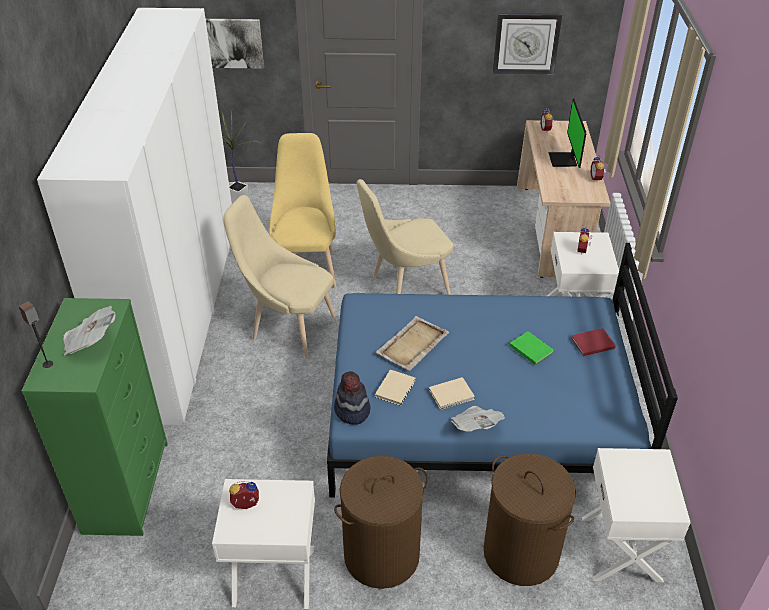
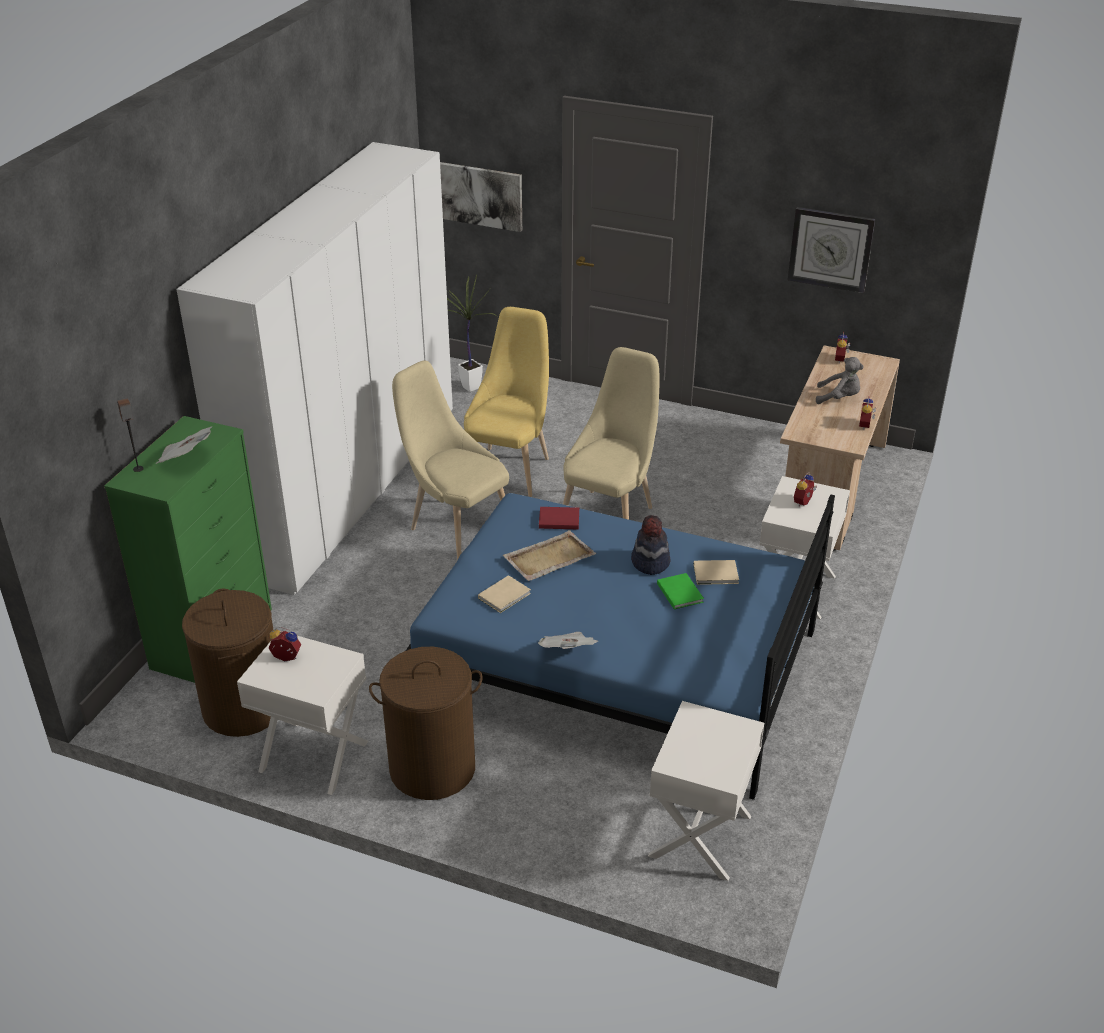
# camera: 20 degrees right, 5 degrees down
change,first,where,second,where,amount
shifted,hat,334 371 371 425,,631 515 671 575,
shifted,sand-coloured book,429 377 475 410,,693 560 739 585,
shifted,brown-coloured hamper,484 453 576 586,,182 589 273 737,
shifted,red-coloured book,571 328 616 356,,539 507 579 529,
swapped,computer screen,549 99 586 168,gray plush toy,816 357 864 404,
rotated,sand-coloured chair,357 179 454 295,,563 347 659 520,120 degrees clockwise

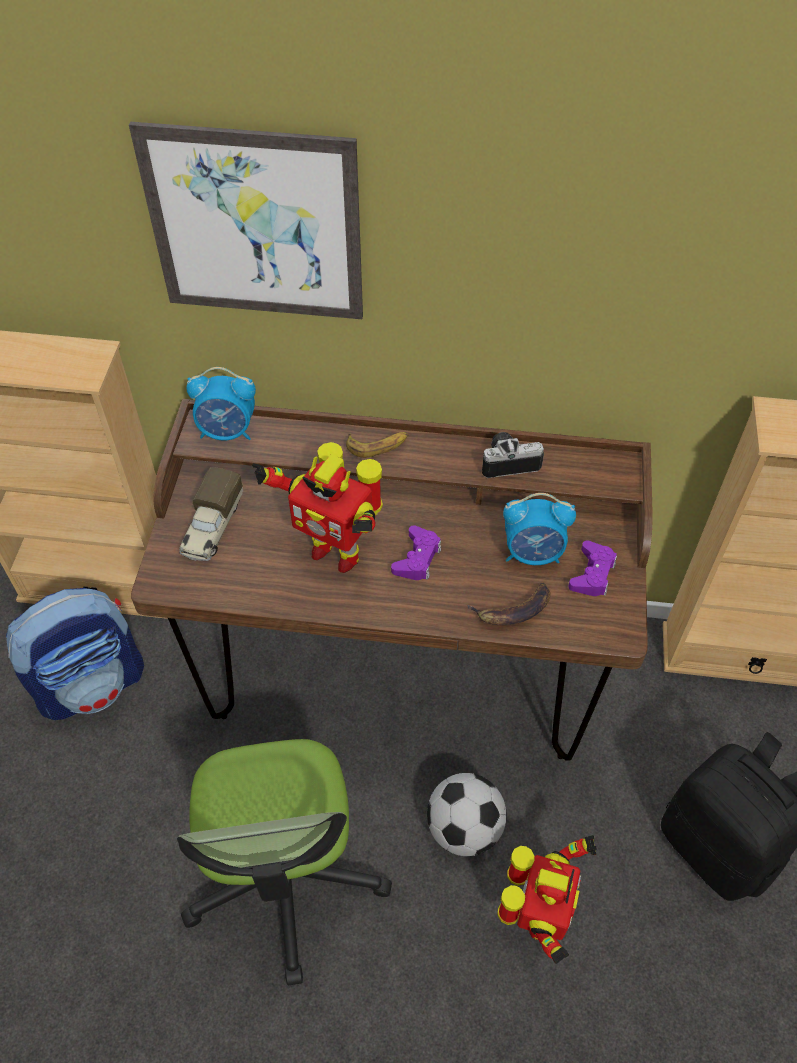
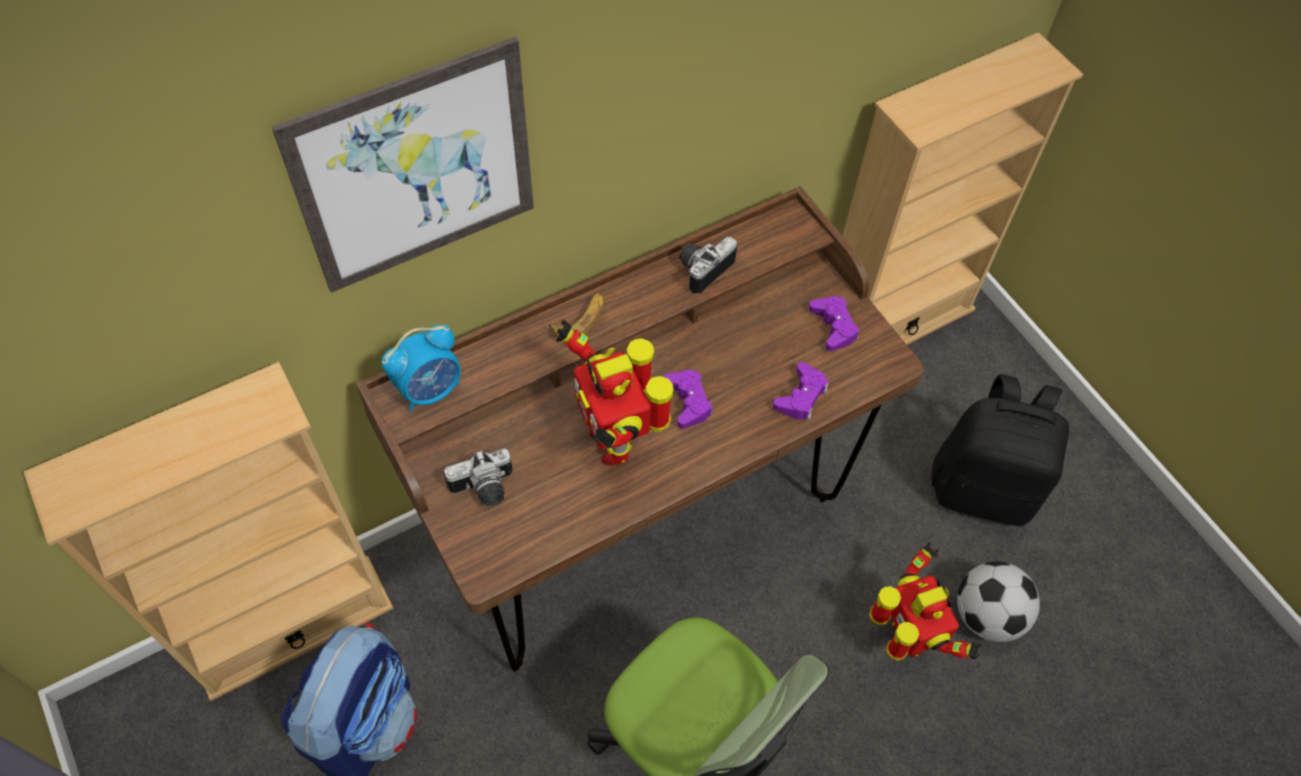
# camera: 40 degrees left, 5 degrees up
change,first,where,second,where,amount
gone,bedside clock,503 493 576 565,,,
shifted,football ball,427 773 507 856,,957 561 1040 642,
swapped,model truck,179 467 243 561,photo camera,444 449 513 506,
swapped,whole banana,467 583 551 625,purplish joypad,773 362 829 421,
rotated,robot figure,252 442 383 573,,556 319 674 466,75 degrees clockwise

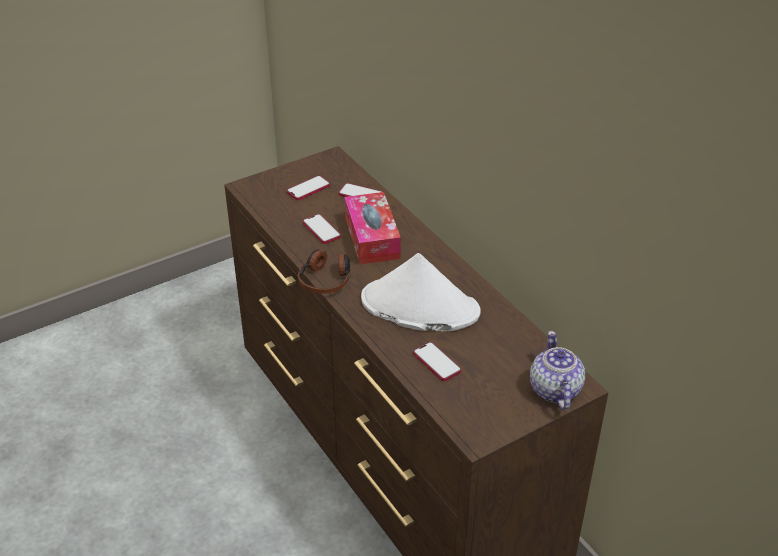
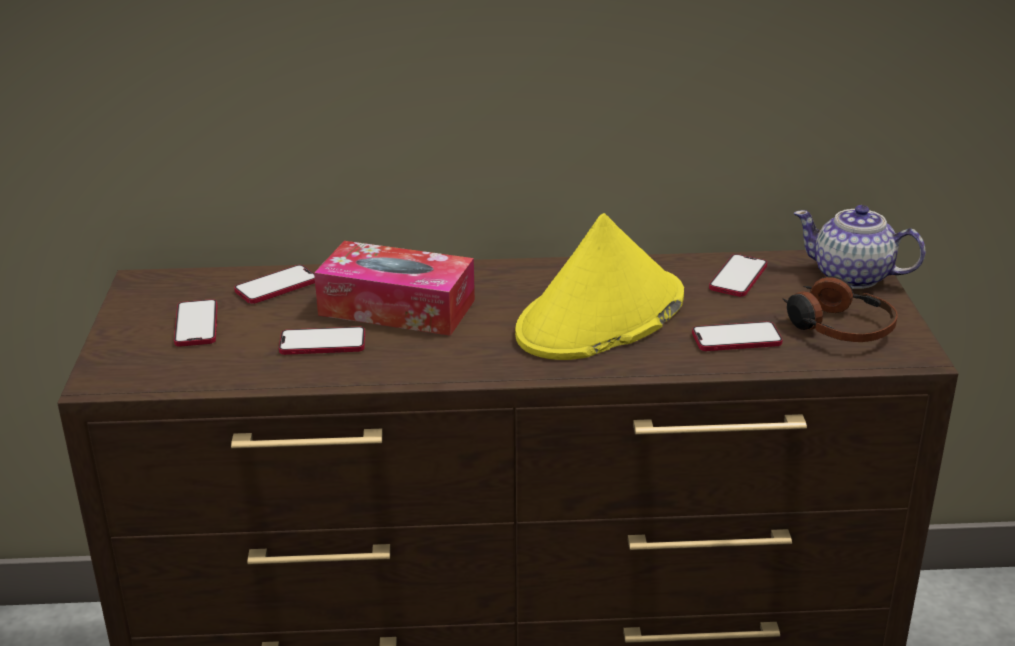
# camera: 60 degrees left, 10 degrees down
change,first,where,second,where,amount
new,,,handset,709 254 767 297,
shifted,pair of headphones,298 250 350 293,,782 276 898 342,
repainted,white hat,361 253 481 331,yellowish hat,515 213 684 360,

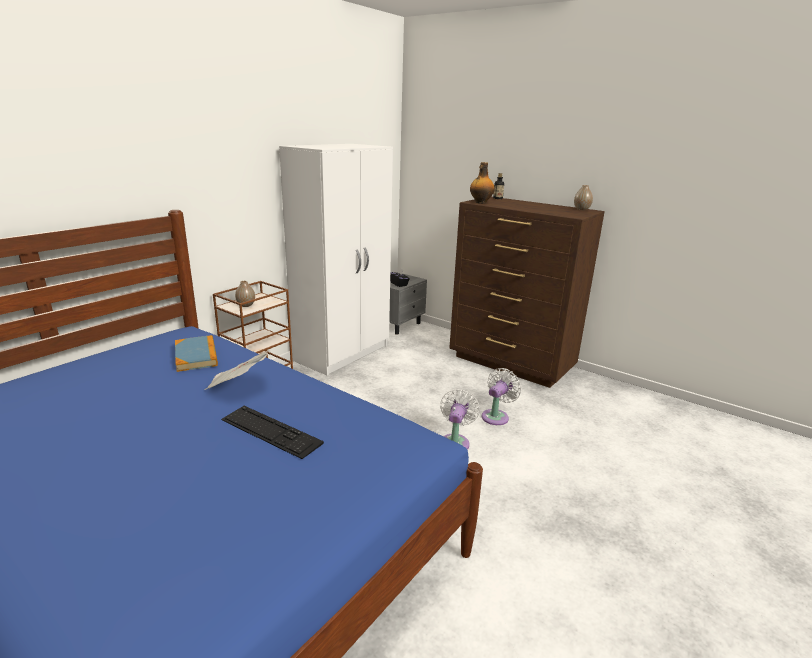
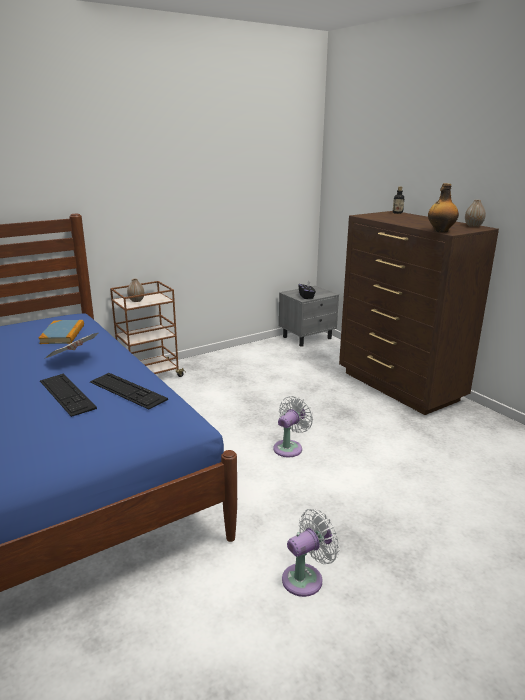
# camera: 20 degrees right, 0 degrees up
change,first,where,second,where,amount
gone,white wardrobe,279 144 393 375,,,
new,,,PC keyboard,90 373 168 410,
shifted,bottle,470 162 495 204,,428 183 459 232,
shifted,white fan,482 368 521 425,,282 508 340 597,

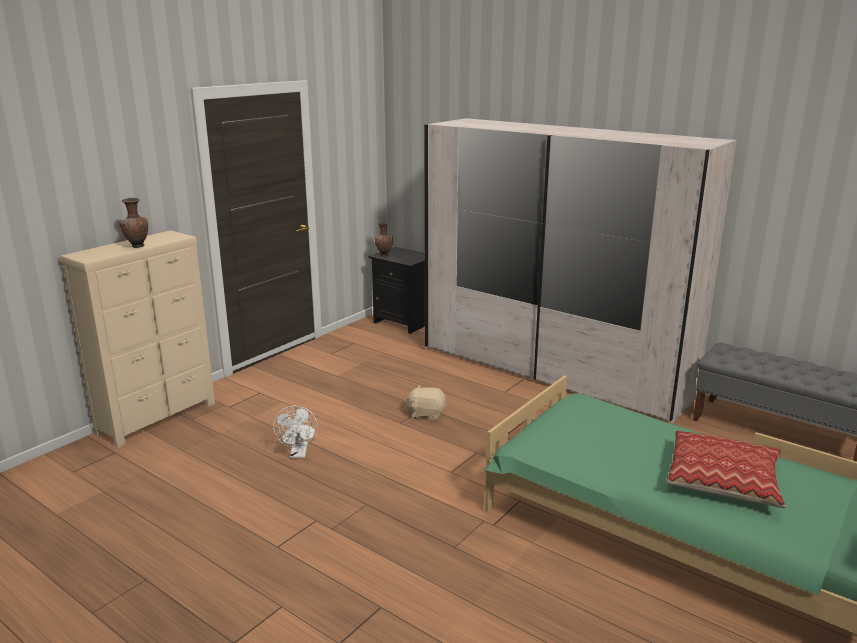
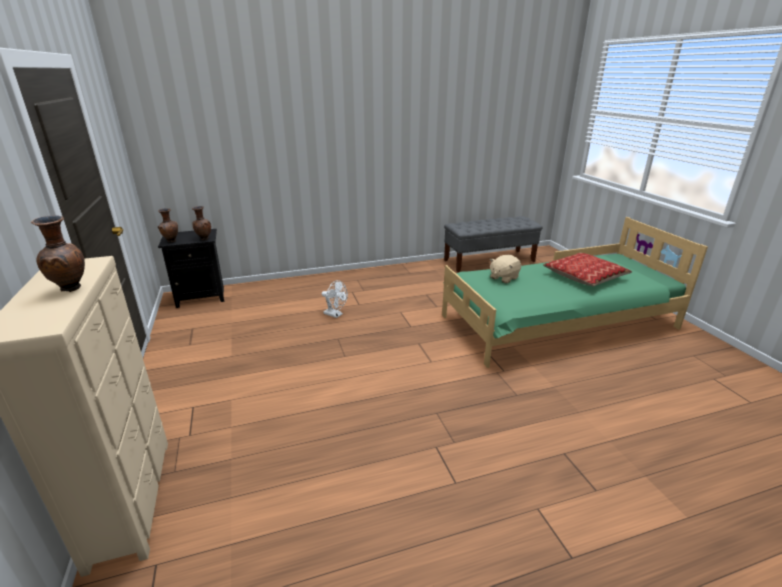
# camera: 55 degrees left, 5 degrees up
change,first,where,second,where,amount
gone,white wardrobe,424 118 737 424,,,
new,,,brown-coloured flower vase,192 206 211 240,
shifted,white fan,273 406 318 458,,322 280 348 318,
shifted,sand-coloured plush toy,405 385 447 421,,490 255 521 283,

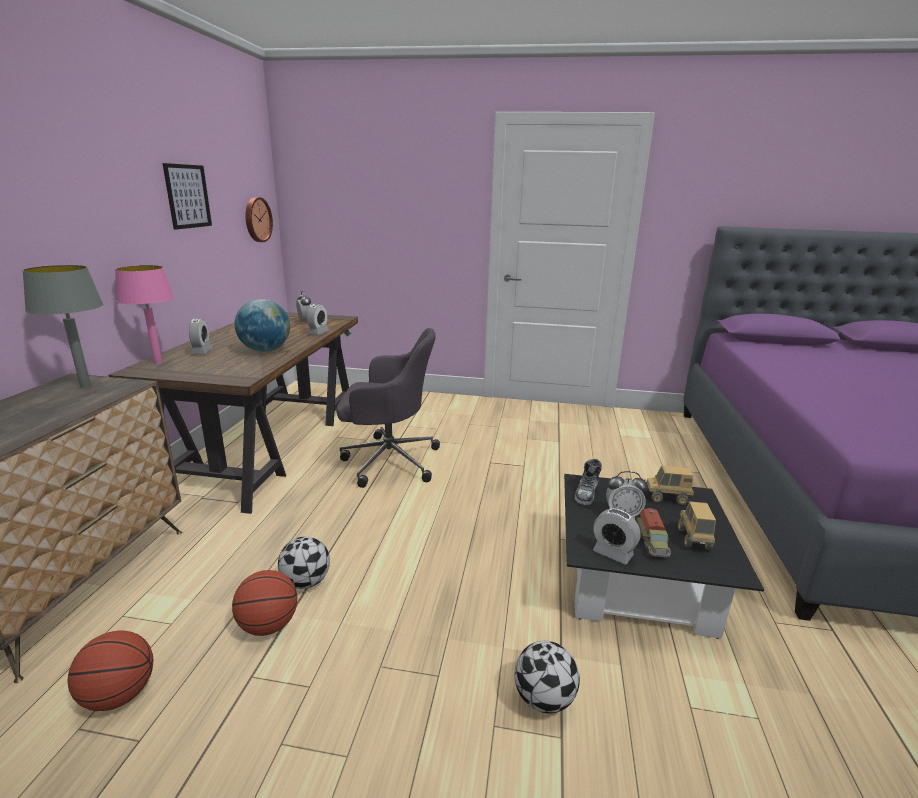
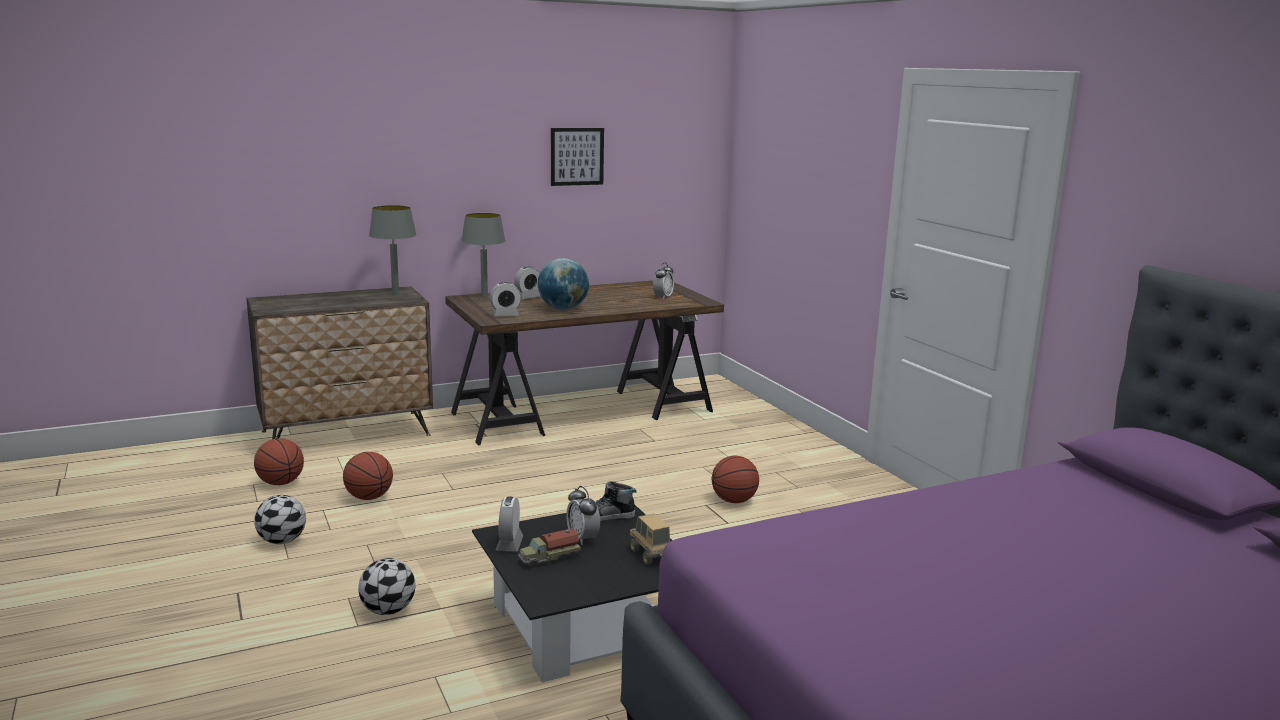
# camera: 55 degrees right, 5 degrees down
change,first,where,second,where,amount
gone,clock on the wall,245 197 273 242,,,
gone,gray office chair,336 328 440 488,,,
gone,model truck,678 501 716 550,,,
new,,,basketball ball,712 456 759 503,
shifted,football ball,278 536 330 589,,254 495 306 544,
shifted,bedside clock,307 303 329 335,,490 282 521 317,
repainted,pinkish table lamp,115 265 175 365,gray table lamp,461 213 505 298,

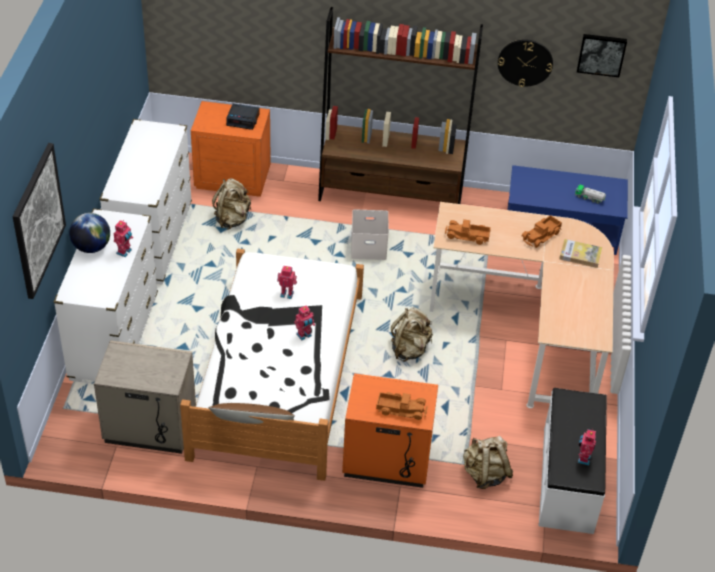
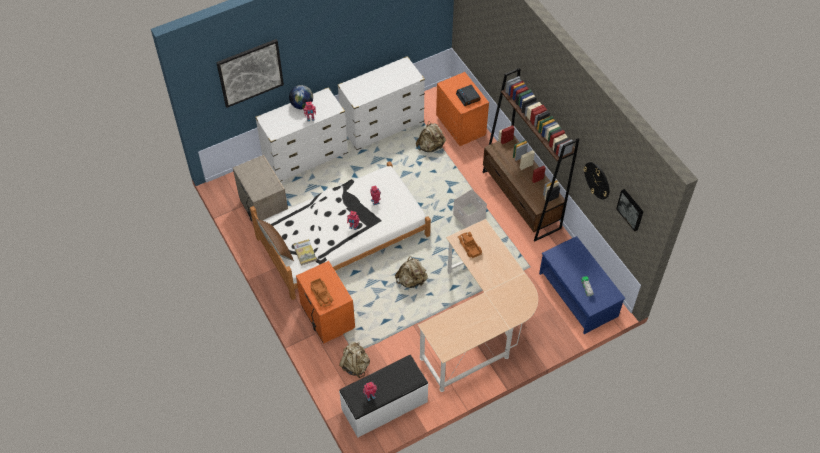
# camera: 55 degrees right, 10 degrees up
change,first,where,second,where,amount
gone,model truck,522 215 562 248,,,
shifted,book,559 239 602 268,,293 239 317 266,

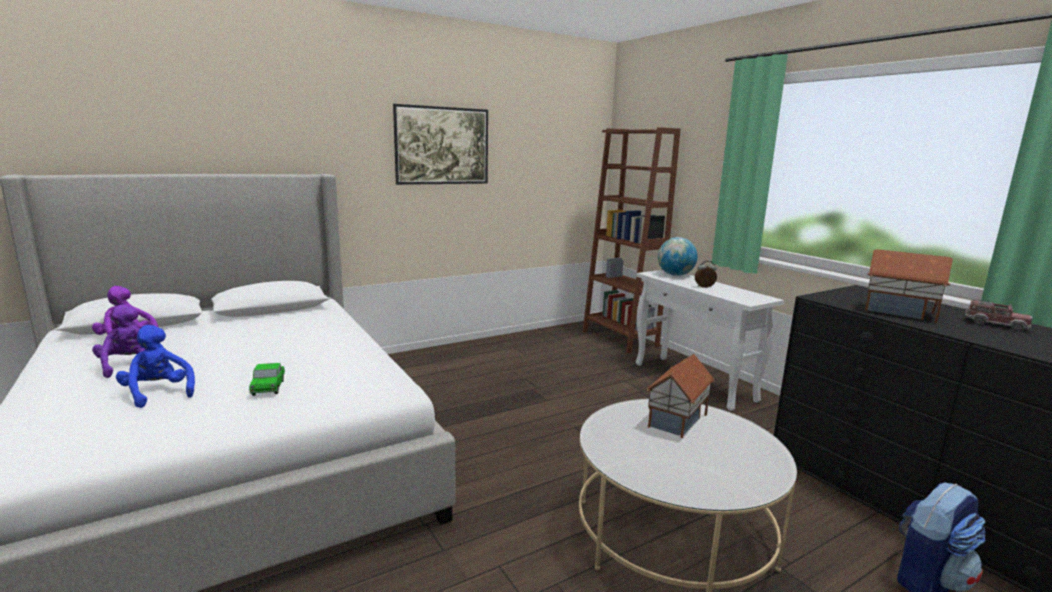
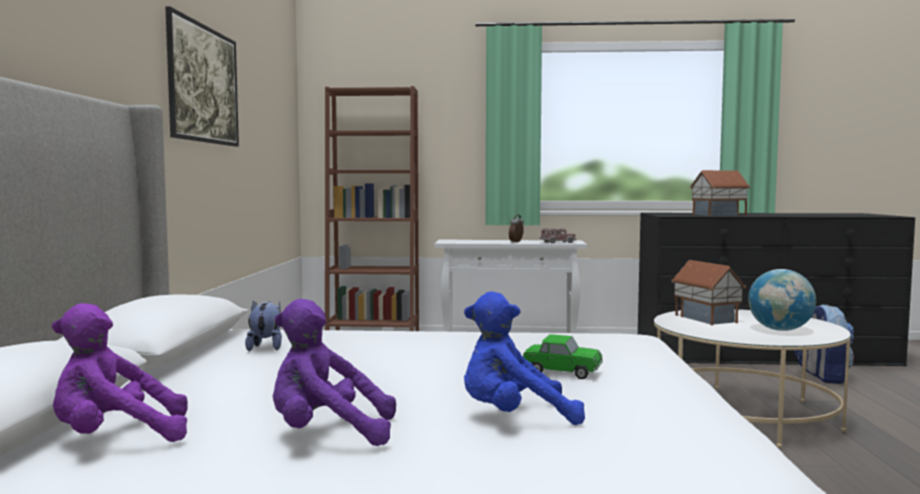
# camera: 55 degrees left, 10 degrees down
change,first,where,second,where,amount
new,,,plush toy,245 301 282 351,
shifted,desk globe,658 237 698 276,,748 269 816 331,
shifted,model truck,965 299 1033 331,,540 228 576 244,

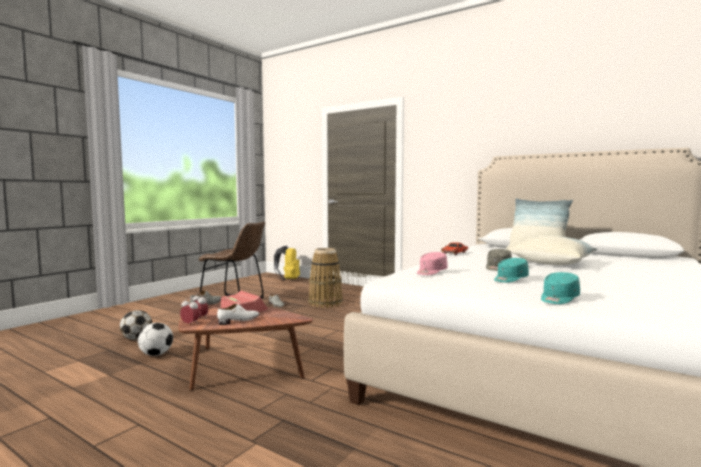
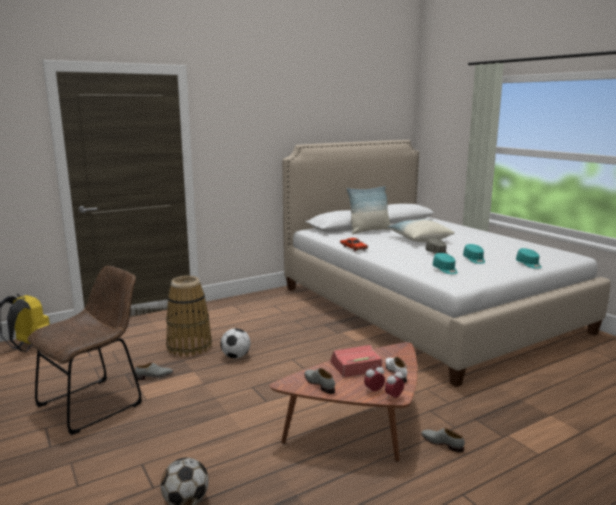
# camera: 65 degrees left, 10 degrees up
change,first,where,second,where,amount
new,,,gray shoe,421 428 465 452,
shifted,football ball,138 323 173 356,,220 328 251 358,
repainted,pinkish cap,417 252 448 275,blue-green cap,433 253 458 274,

